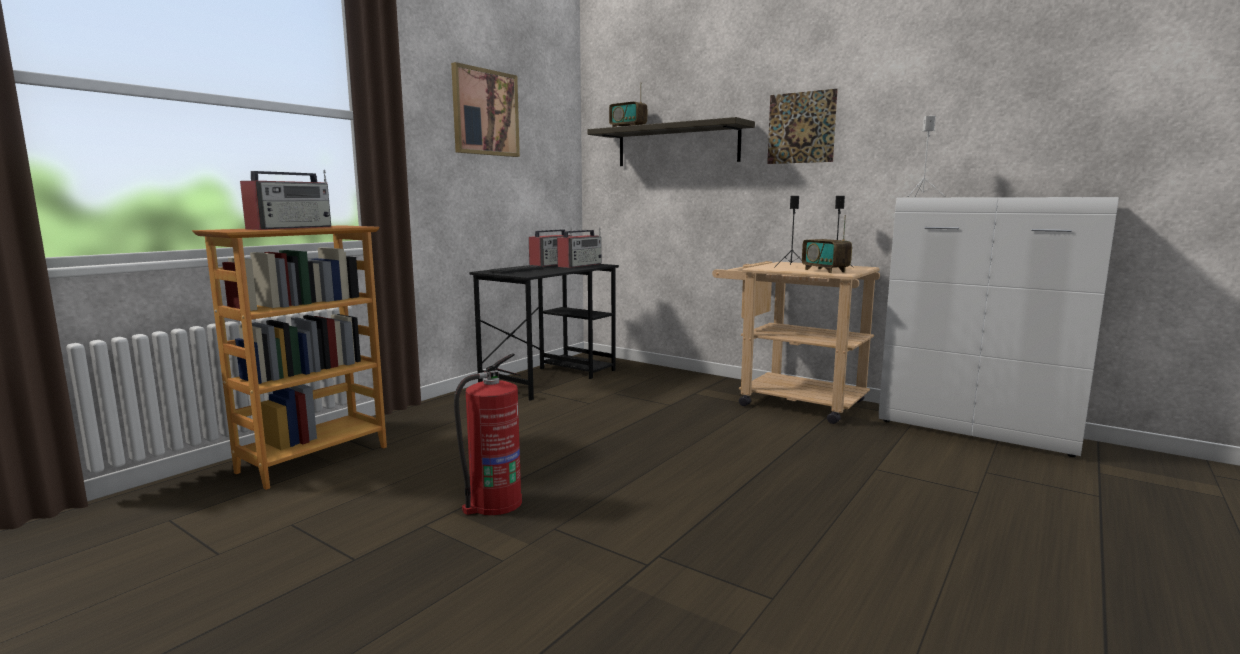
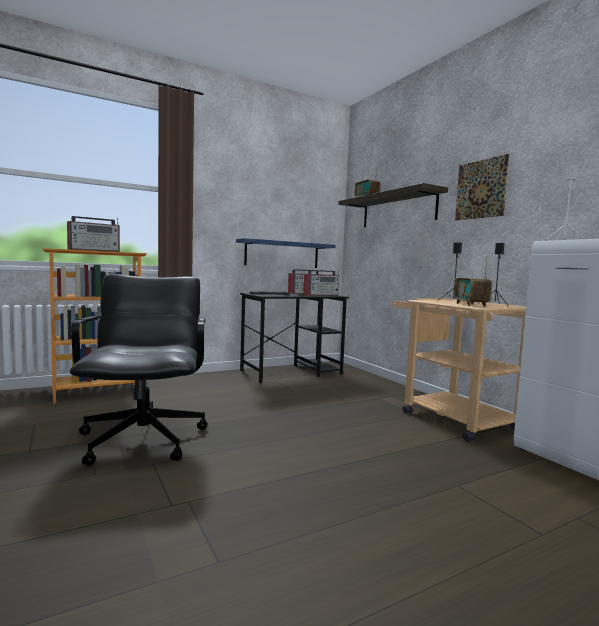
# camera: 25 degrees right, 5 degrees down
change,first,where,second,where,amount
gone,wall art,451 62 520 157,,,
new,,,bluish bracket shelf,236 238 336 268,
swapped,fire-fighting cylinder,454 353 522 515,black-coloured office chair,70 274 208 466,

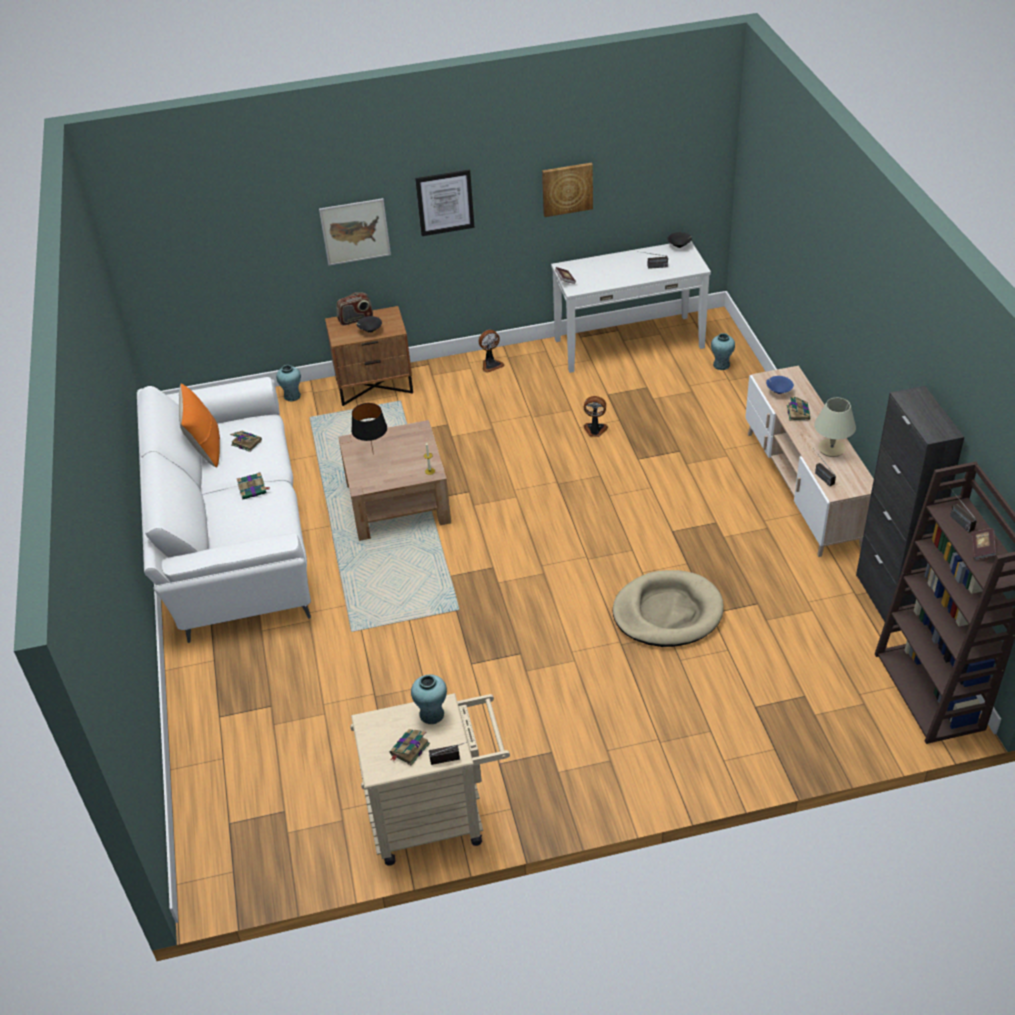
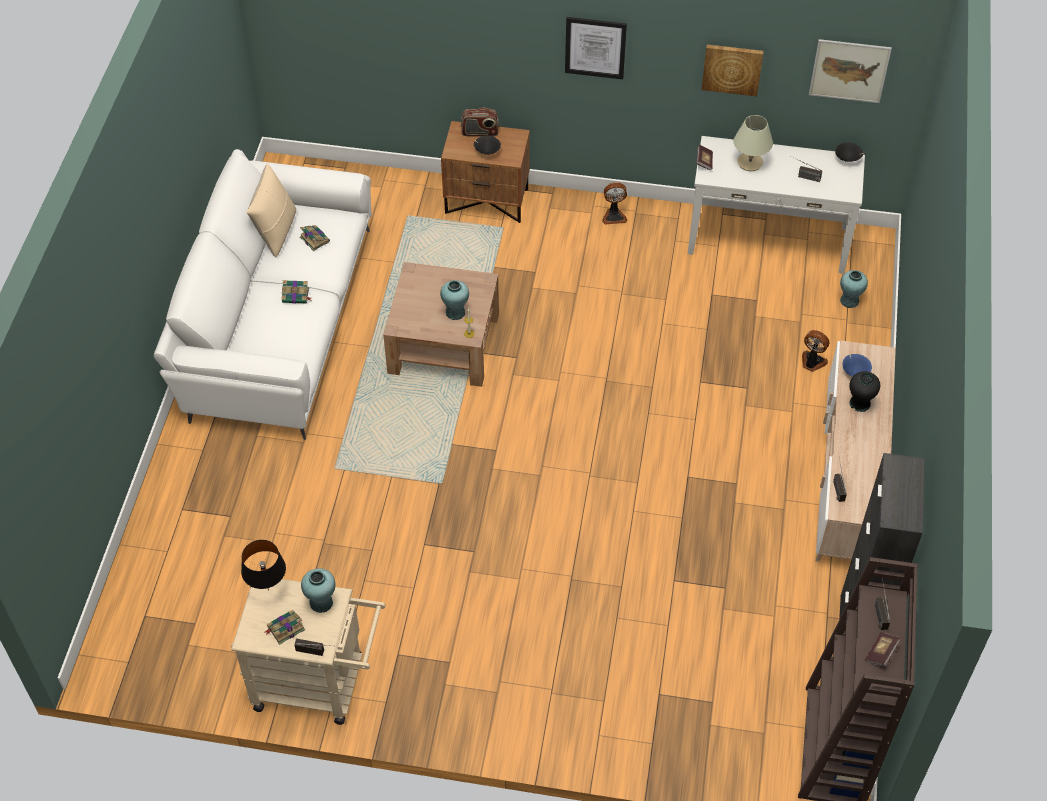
# camera: 20 degrees right, 10 degrees up
change,first,where,second,where,amount
gone,sand-coloured dog bed,613 570 724 647,,,
shifted,blue-green flower vase,276 365 301 401,,440 280 469 320,
shifted,wall art,319 198 391 266,,809 39 892 103,
shifted,black-coloured table lamp,351 403 387 451,,241 540 286 591,
shifted,fan,584 396 608 437,,802 330 830 372,
shifted,sand-coloured table lamp,814 398 856 457,,734 115 773 171,
swapped,book,787 395 810 421,black-coloured flower vase,849 371 880 412,
repainted,orange-coloured cushion,179 384 220 468,sand-coloured cushion,246 164 296 257,

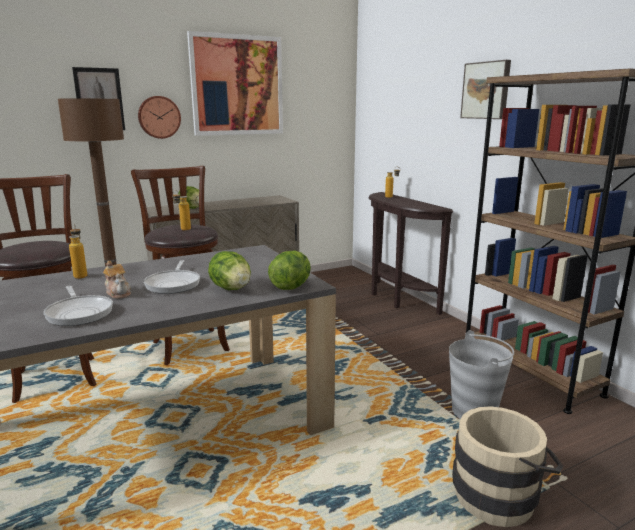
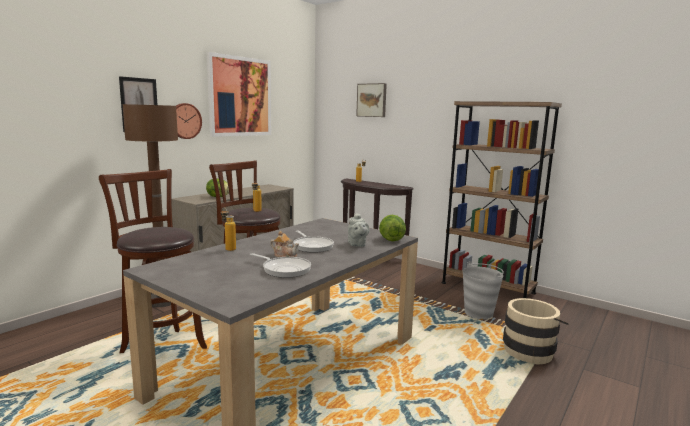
# camera: 25 degrees left, 5 degrees down
change,first,where,second,where,amount
shifted,wall art,460 60 511 119,,356 83 387 117,
swapped,lettuce,208 251 251 290,gray tea pot,348 213 369 247,

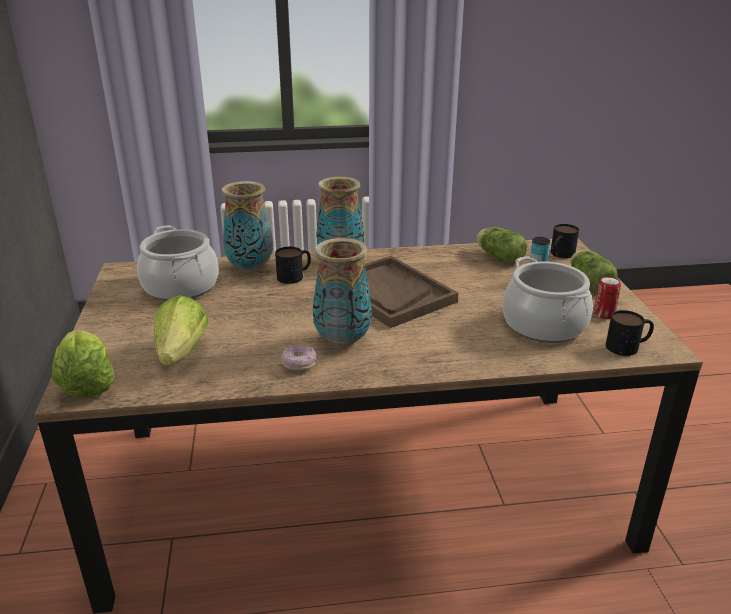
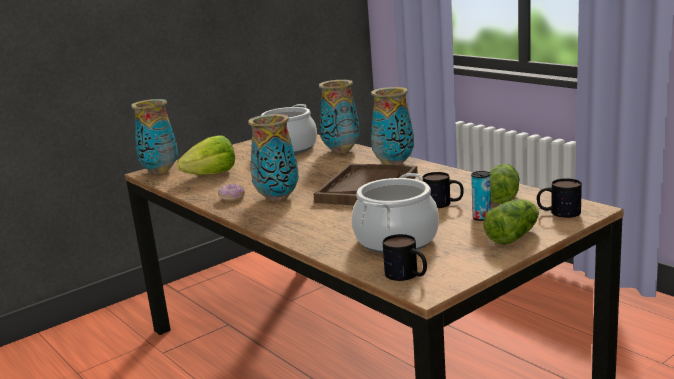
# camera: 60 degrees right, 10 degrees down
change,first,where,second,where,amount
gone,sealed can,593 277 621 319,,,
shifted,mug,275 247 311 284,,423 172 464 208,
swapped,lettuce,52 329 114 398,flower vase,131 99 178 174,

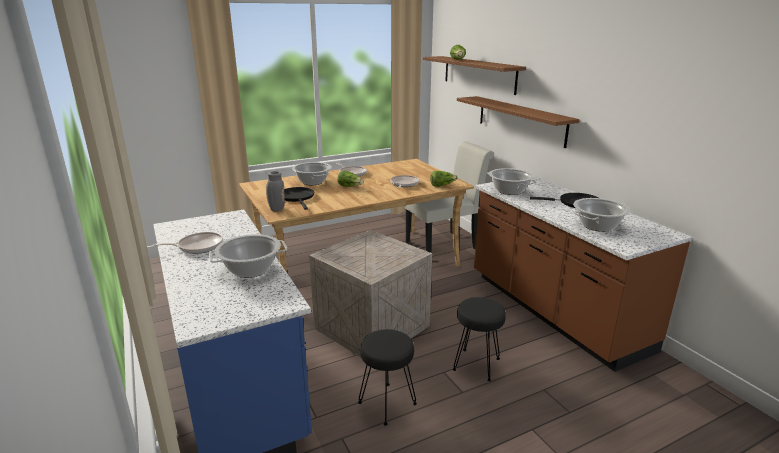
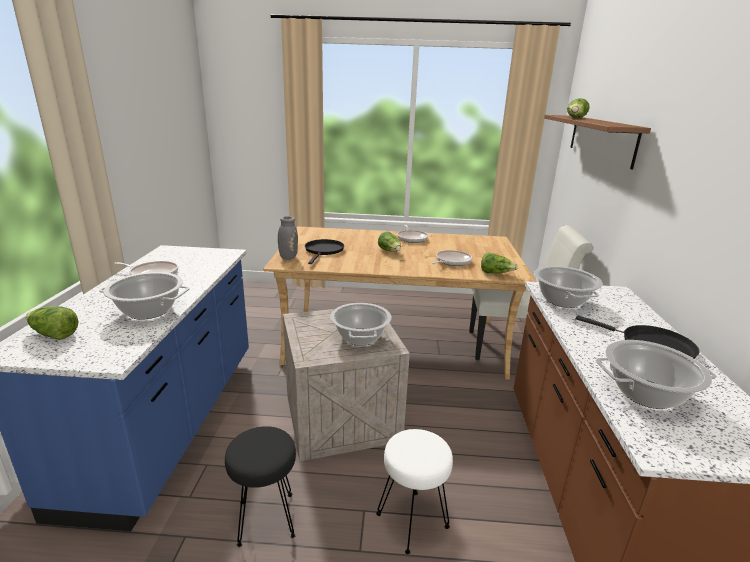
# camera: 30 degrees right, 0 degrees up
change,first,where,second,where,amount
gone,brown-coloured bracket shelf,457 96 580 148,,,
new,,,lettuce,26 306 78 340,
shifted,saucepot,292 162 332 185,,330 303 392 346,
repainted,black-coloured sitting stool,453 297 506 381,white sitting stool,376 429 453 554,

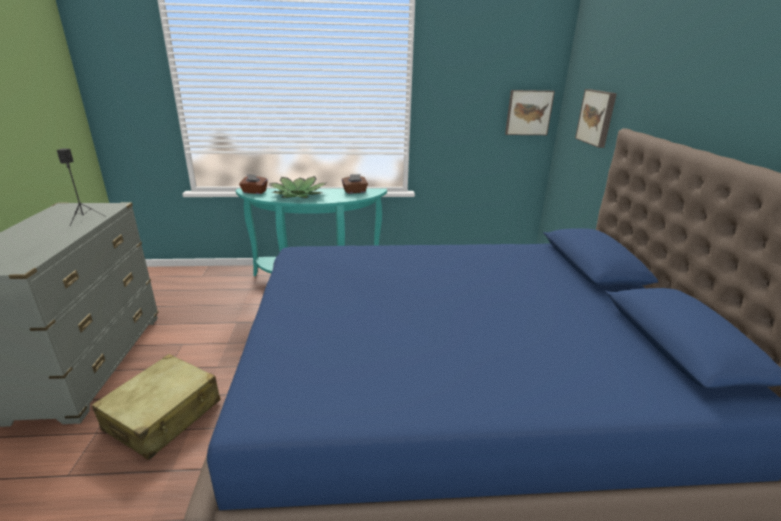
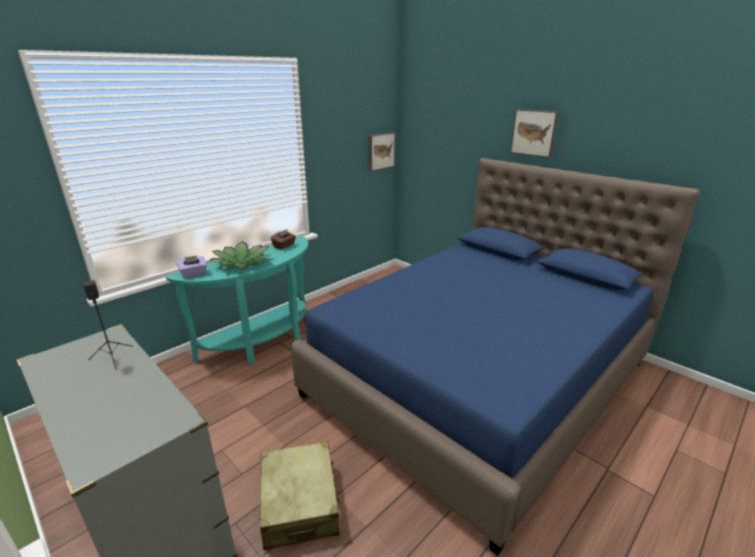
# camera: 40 degrees left, 0 degrees up
change,first,where,second,where,amount
shifted,wall art,575 89 617 148,,510 109 559 157,
repainted,brown-coloured tissue holder,239 174 268 194,purplish tissue holder,176 256 207 278,

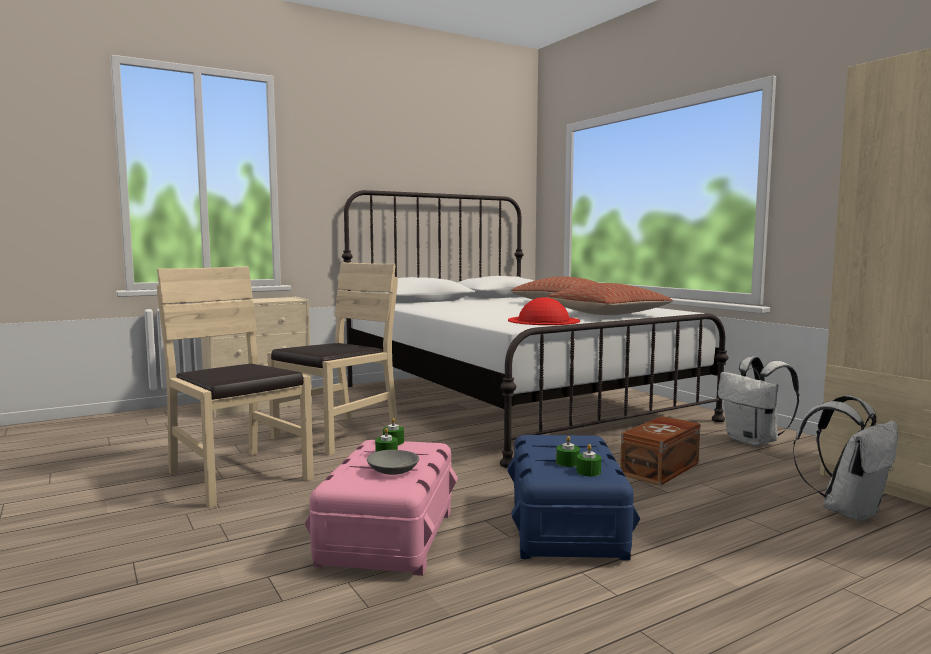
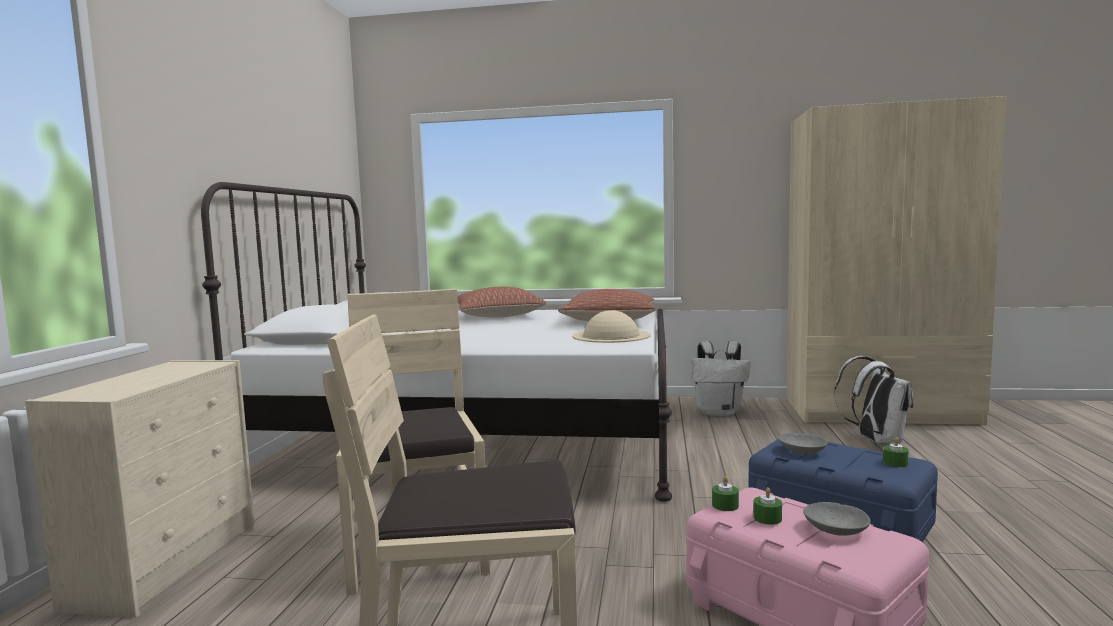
# camera: 50 degrees left, 0 degrees up
change,first,where,second,where,amount
gone,green-coloured wax light,556 436 580 467,,,
gone,brown-coloured storage container,620 416 700 486,,,
new,,,gray deep dish,778 433 828 454,
repainted,red-coloured hat,508 297 580 325,sand-coloured hat,572 310 651 343,

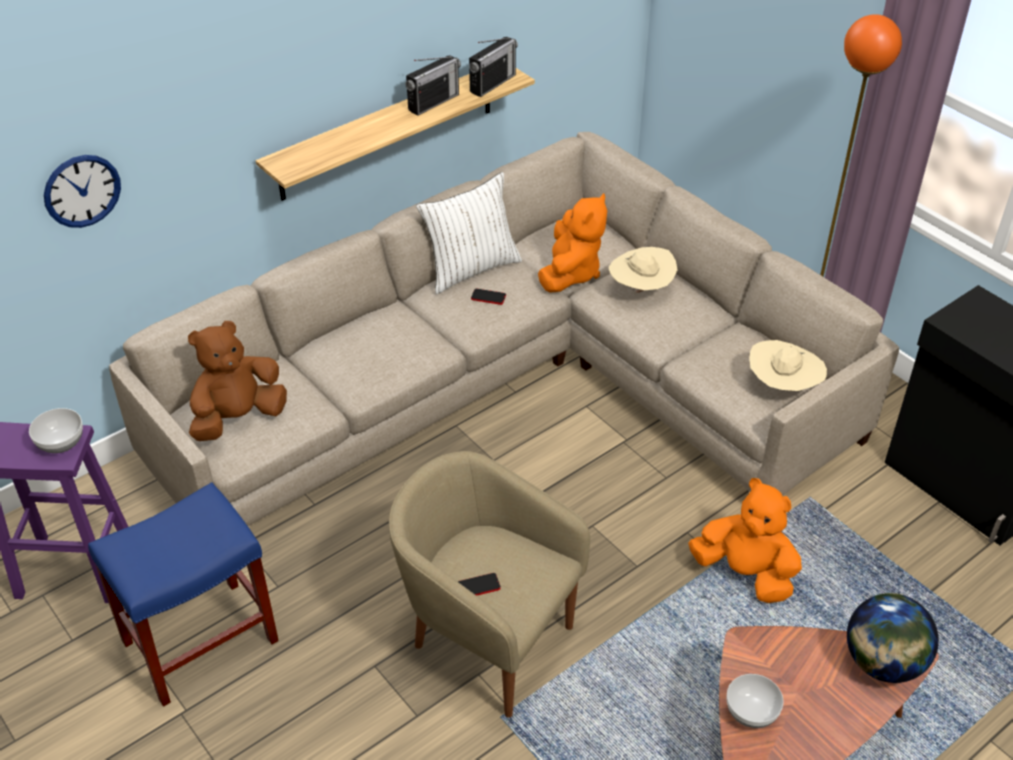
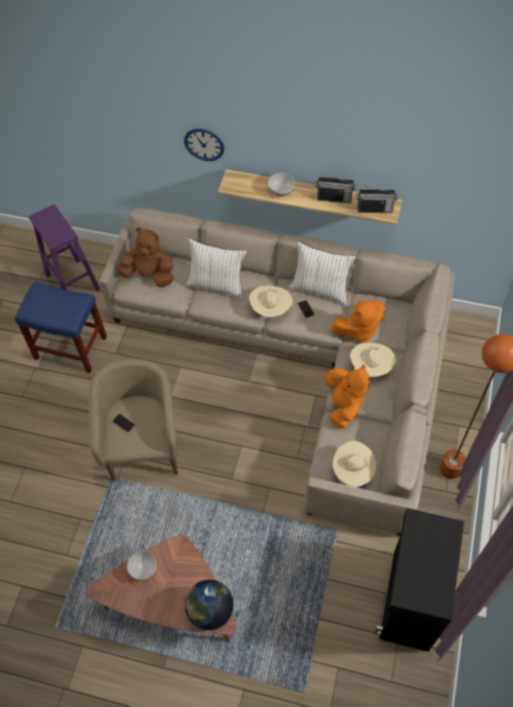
# camera: 55 degrees right, 15 degrees up
change,first,where,second,where,amount
new,,,white cushion,186 238 246 300,
new,,,sand-coloured hat,249 286 293 317,
shifted,deep dish,29 408 83 453,,268 173 294 196,
shifted,clock on the wall,44 155 121 228,,184 129 224 161,
shifted,orange-coloured plush toy,688 478 802 603,,324 364 370 429,

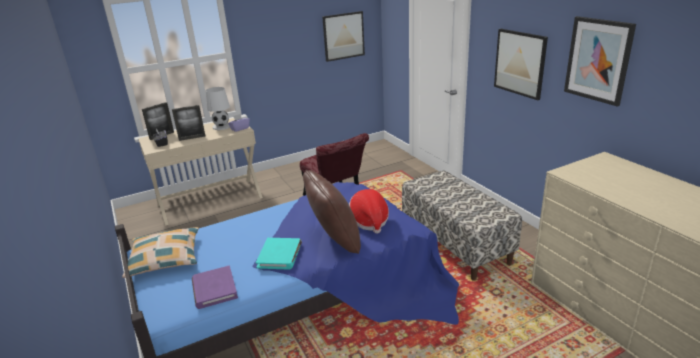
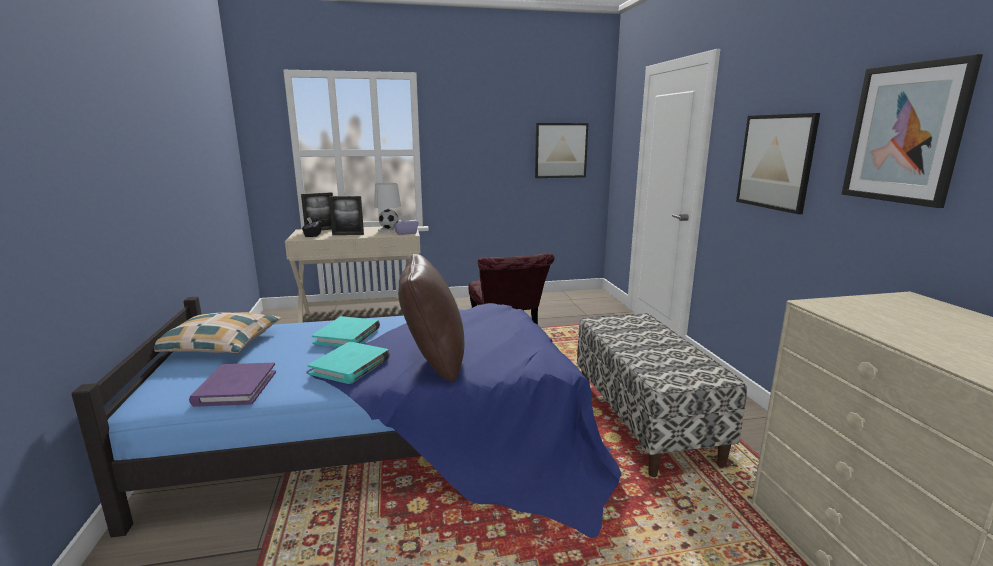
# camera: 15 degrees right, 10 degrees down
change,first,where,second,where,amount
gone,hat,349 189 389 234,,,
new,,,blue-green book,312 316 380 347,

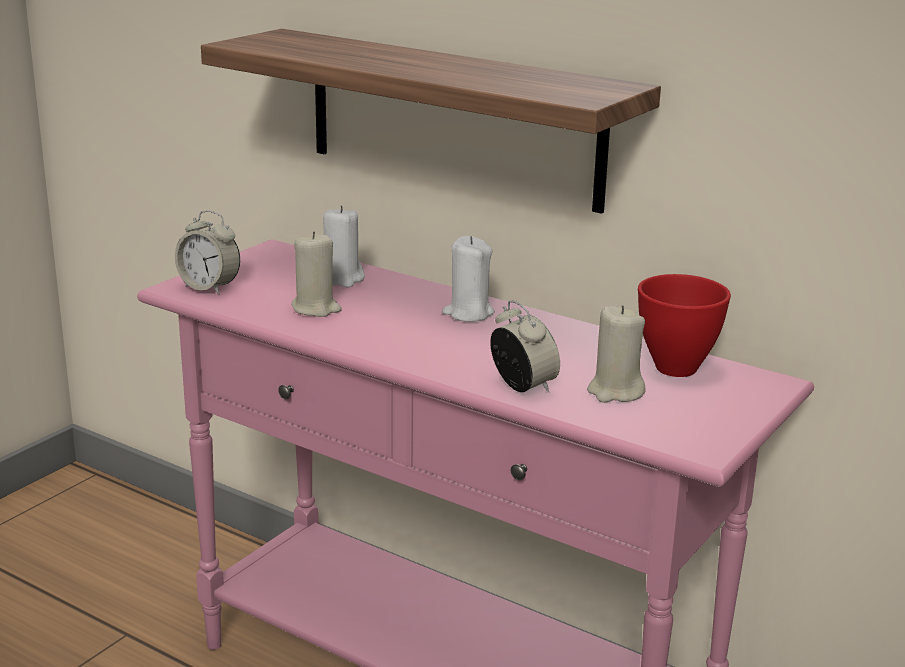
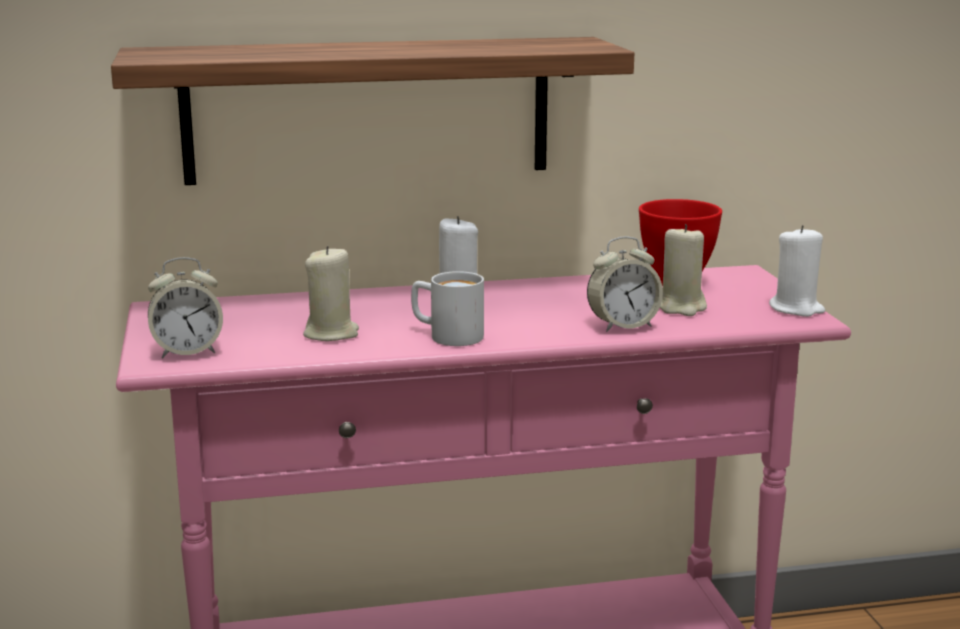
# camera: 45 degrees left, 5 degrees down
change,first,where,second,where,amount
new,,,white mug,411 271 484 346,
shifted,white wax light,323 206 365 287,,769 225 825 317,
rotated,bedside clock,490 300 560 393,,587 236 663 332,150 degrees clockwise

